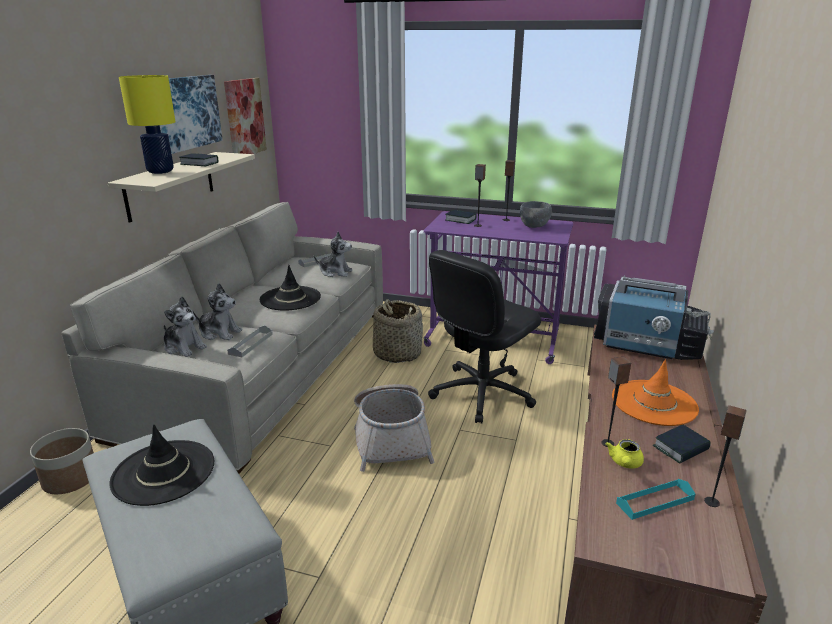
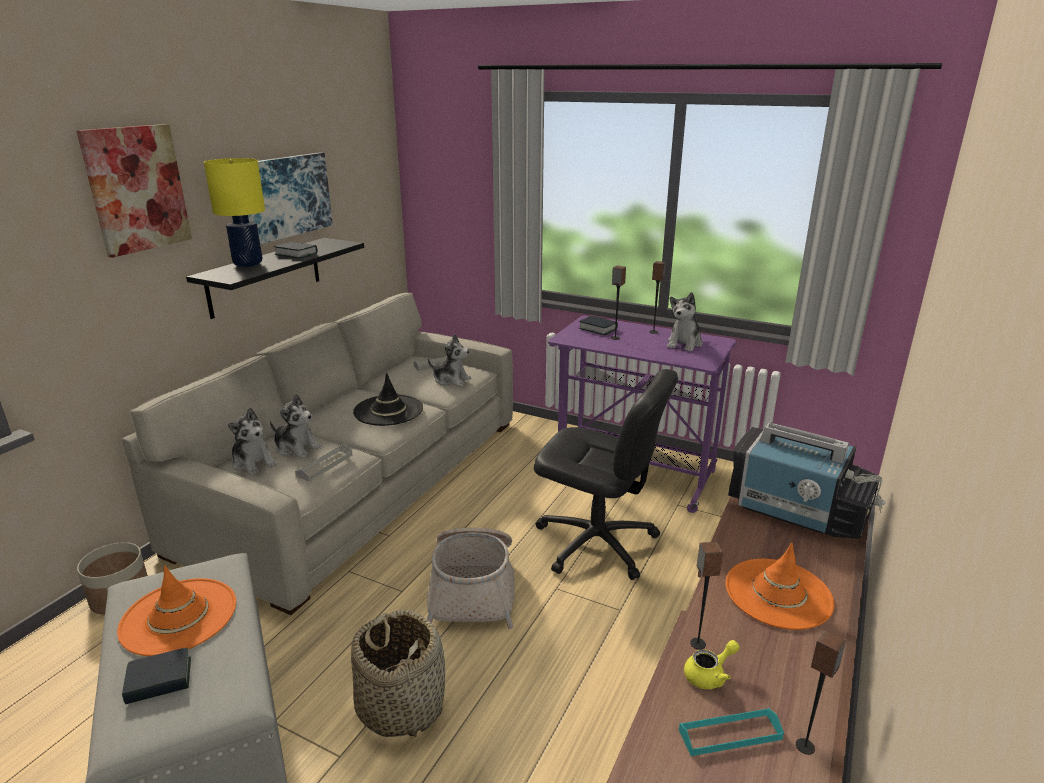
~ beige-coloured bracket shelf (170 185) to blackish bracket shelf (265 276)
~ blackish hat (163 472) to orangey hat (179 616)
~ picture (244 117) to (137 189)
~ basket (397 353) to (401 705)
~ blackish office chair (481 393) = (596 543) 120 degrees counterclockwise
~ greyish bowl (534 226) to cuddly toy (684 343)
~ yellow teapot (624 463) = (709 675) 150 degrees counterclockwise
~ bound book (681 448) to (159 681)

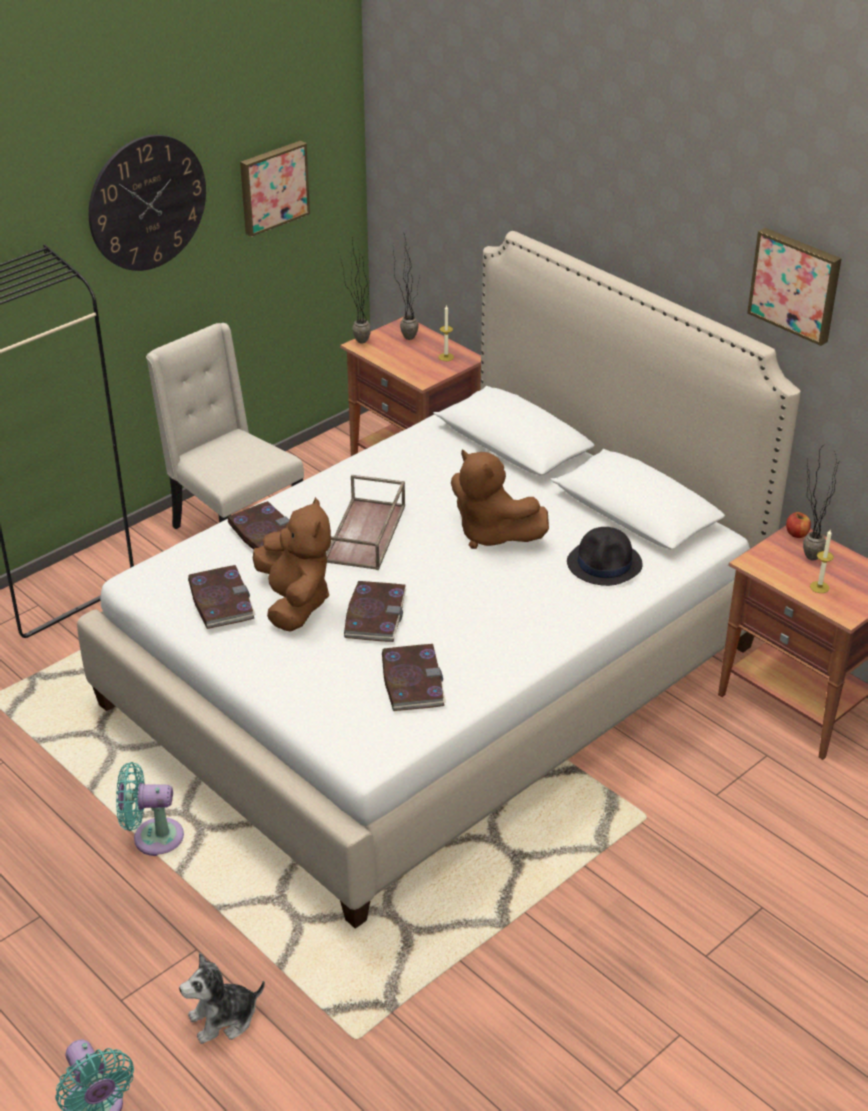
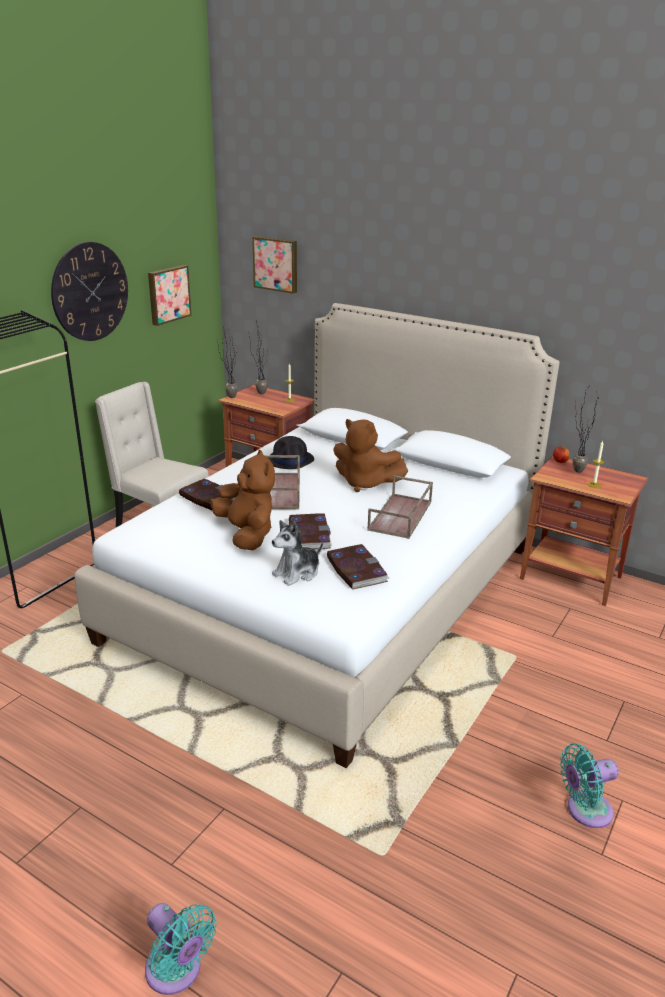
~ turquoise electric fan (152 837) to (584 810)
~ cuddly toy (223 1019) to (297 573)
- bound book (220 600)
~ blackish hat (605 564) to (290 460)
~ picture (796 284) to (276 264)
+ brown carrying tray (401 516)

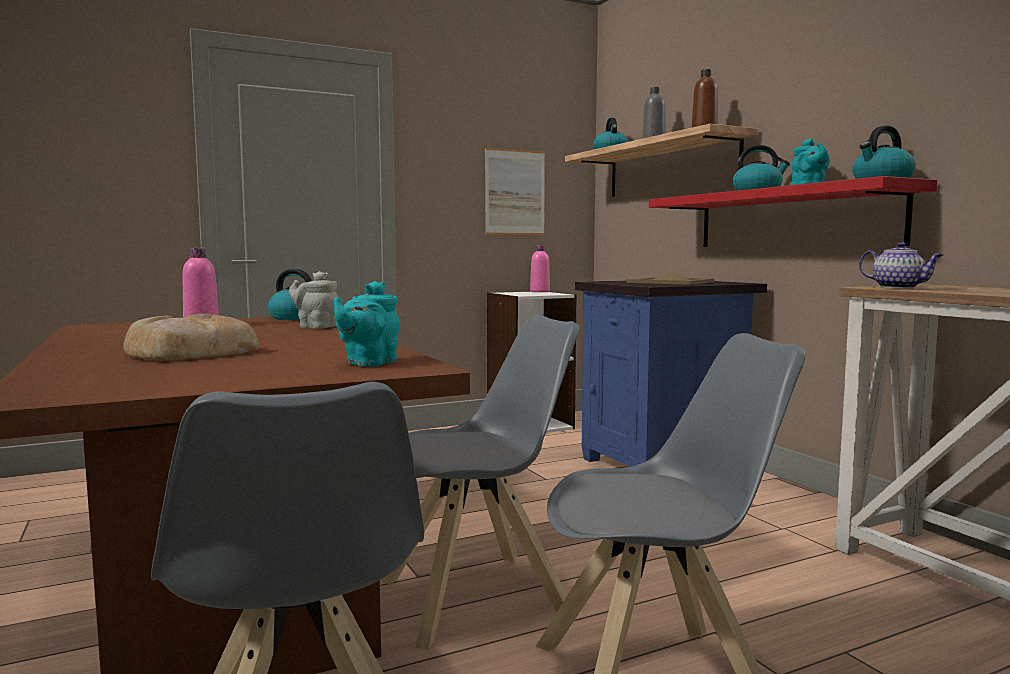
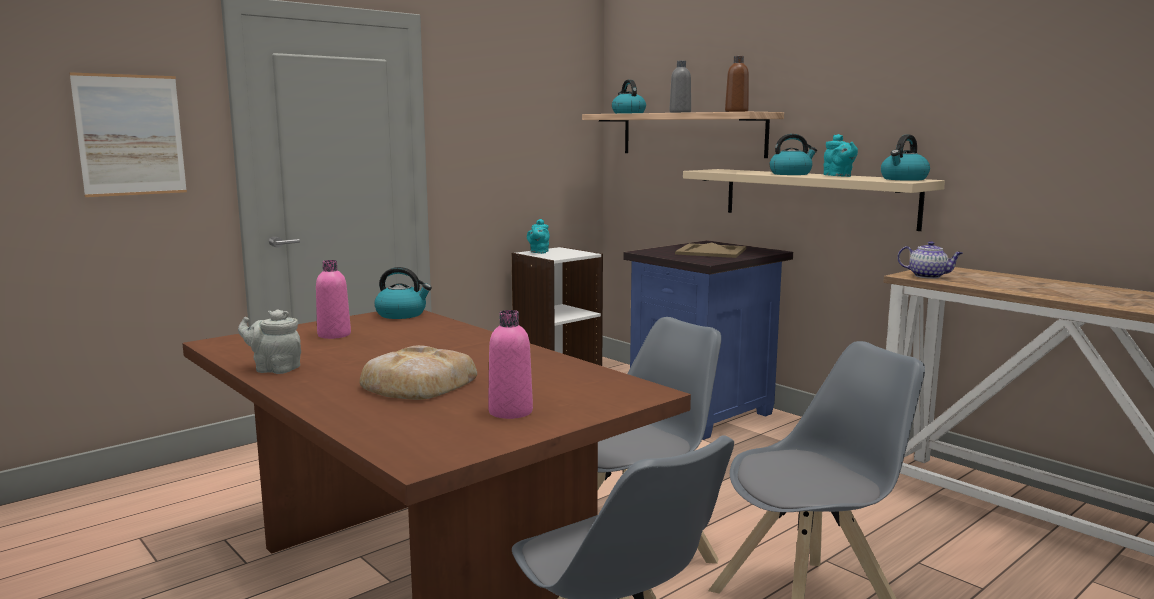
~ greyish teapot (316 326) to (274 369)
~ turquoise teapot (368 363) to (539 252)
~ picture (515 192) to (130 135)
~ pink bottle (540 291) to (510 412)
~ red bracket shelf (792 219) to beige-coloured bracket shelf (817 197)

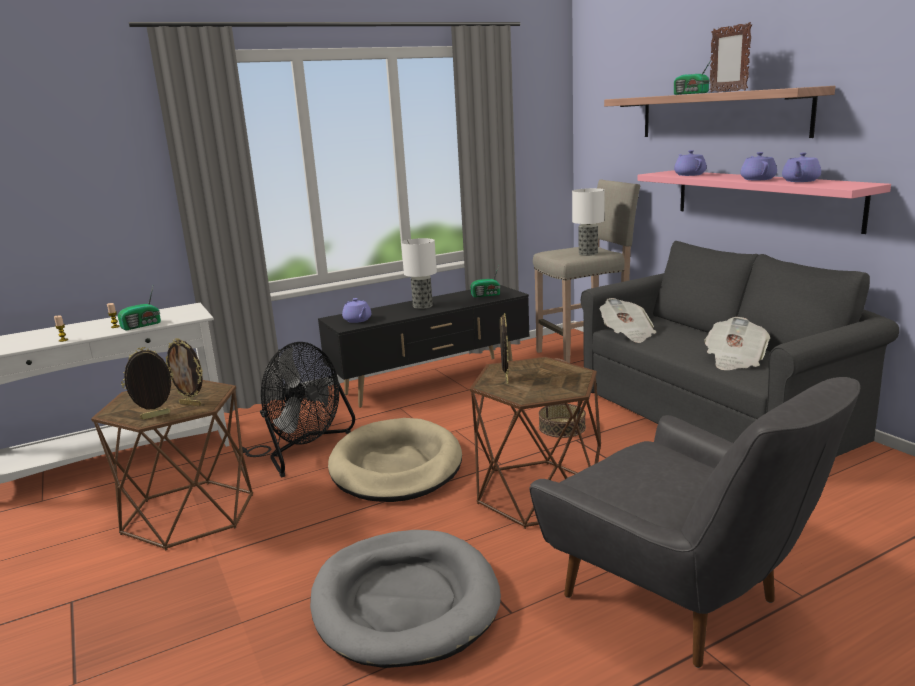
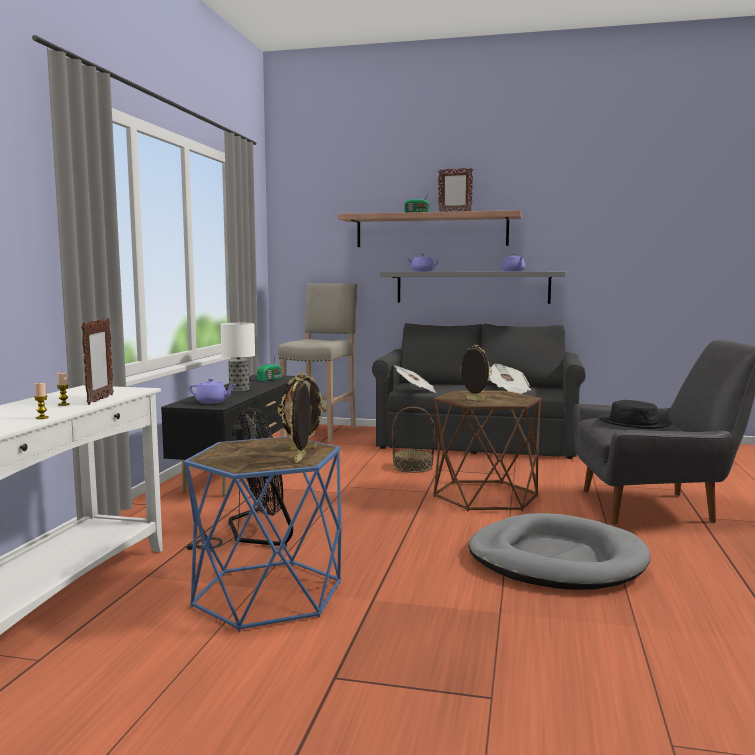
~ brown side table (189 514) to blue-coloured side table (268 594)
~ radio (142 325) to standing frame (100 400)
- beige-coloured dog bed (396 466)
- lamp for a table (588 253)
~ pink bracket shelf (763 198) to greyish bracket shelf (472 287)
- purple-coloured teapot (757 179)
+ blackish hat (633 422)

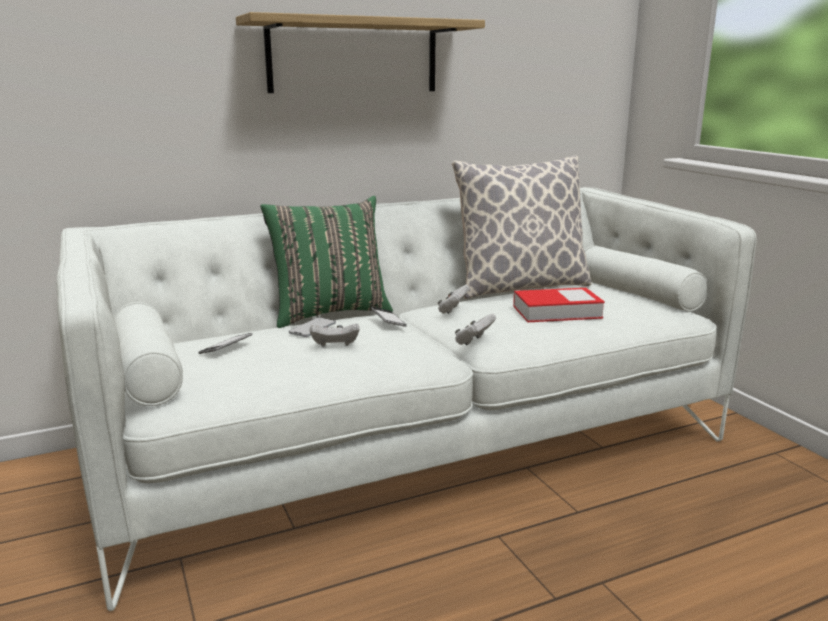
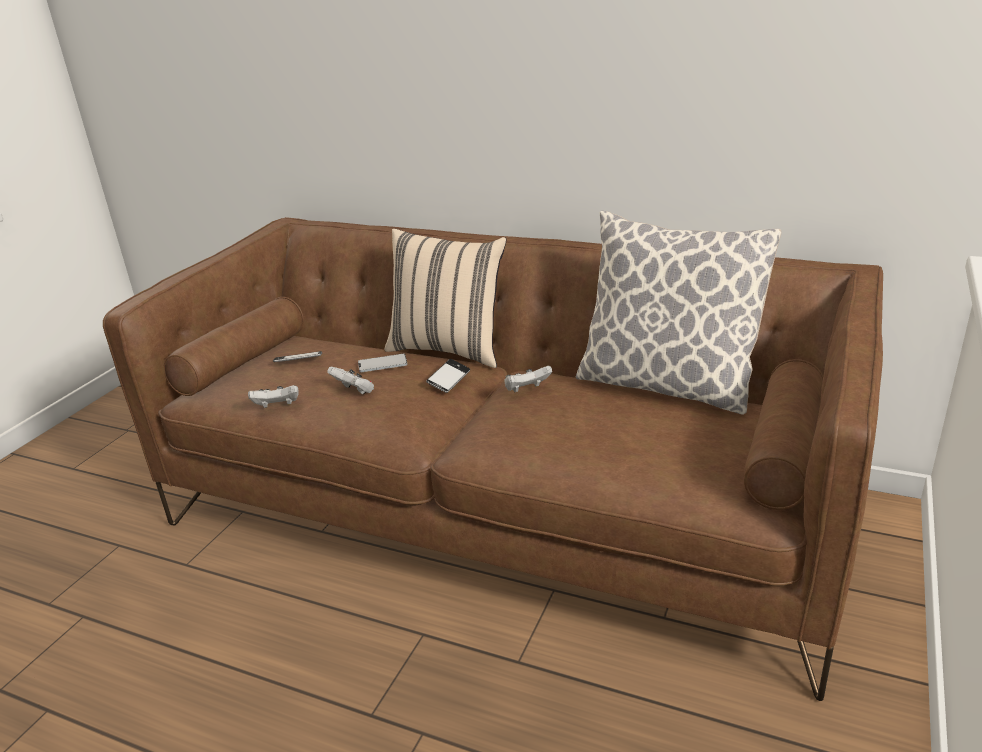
~ white sofa (413 445) to brown sofa (501 510)
- bracket shelf (353 56)
~ green cushion (329 313) to beige-coloured cushion (449 349)
~ white game controller (474 342) to (277 407)
- bound book (557 312)

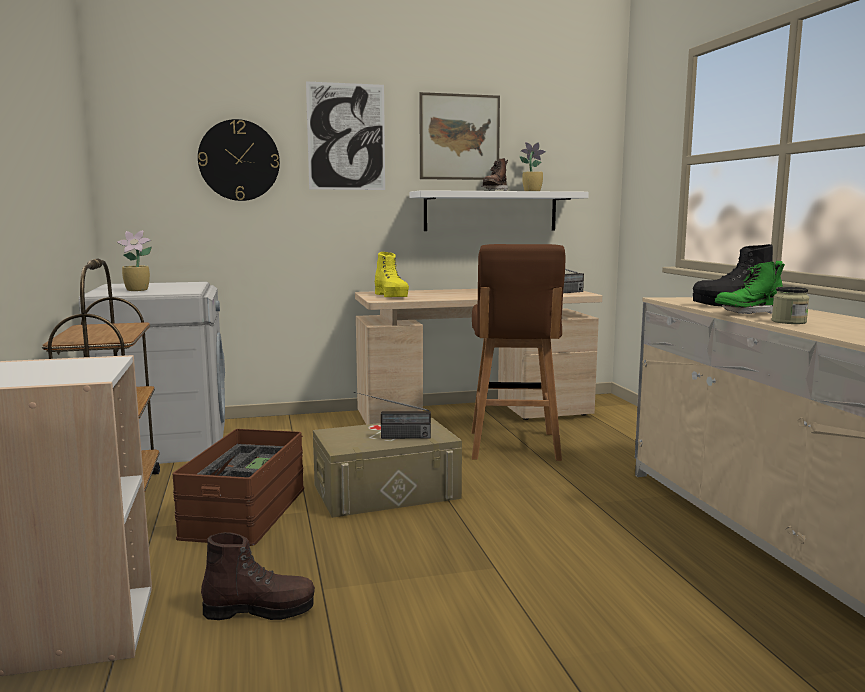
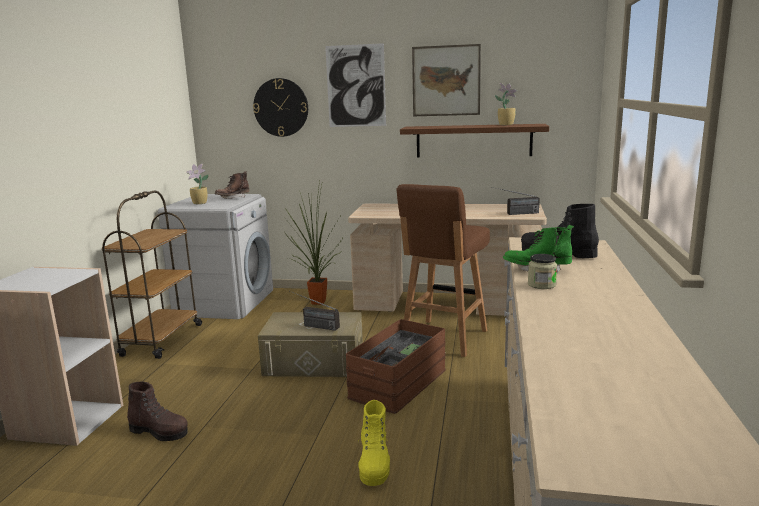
~ brown storage box (246 511) to (399 383)
~ yellow high-top boot (391 296) to (374 465)
~ white bracket shelf (490 211) to brown bracket shelf (473 141)
~ brown high-top boot (494 191) to (233 198)
+ plant in a pot (317 303)

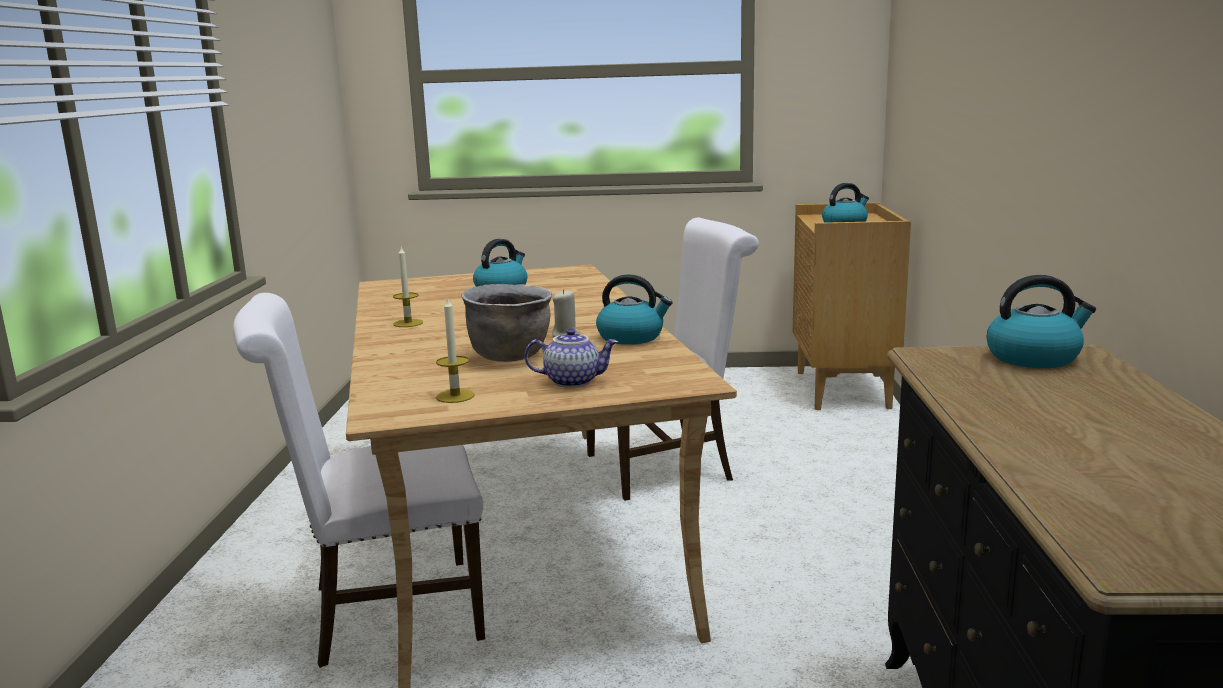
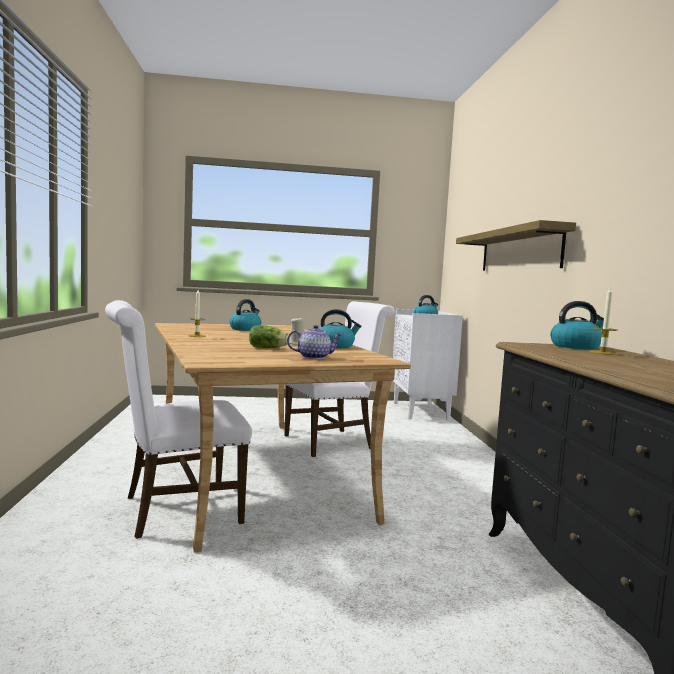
~ wax candle (455 396) to (603 353)
~ brown saucepot (510 356) to lettuce (269 348)
~ brown cupboard (842 390) to white cupboard (420 411)
+ bracket shelf (518 251)

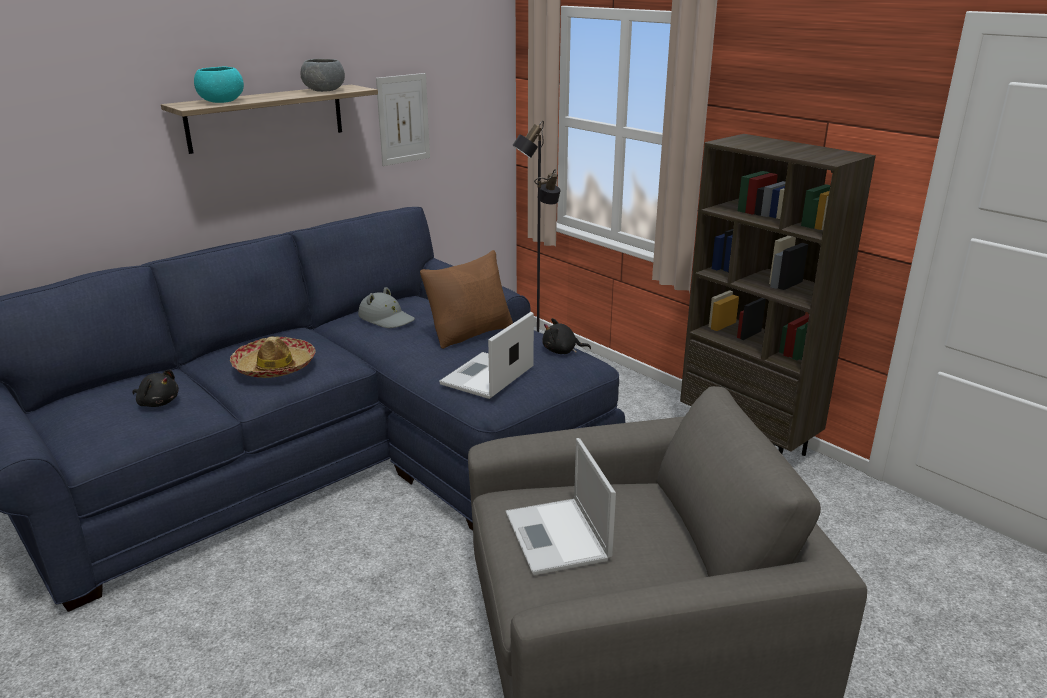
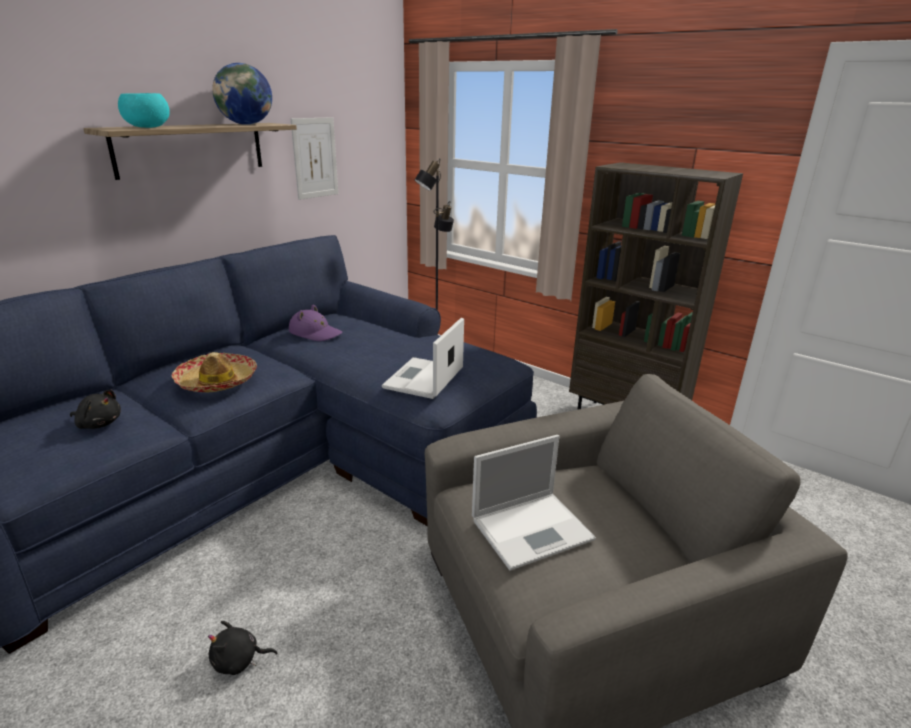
~ greyish bowl (324 91) to world globe (246 124)
~ greyish hat (386 318) to purple-coloured hat (315 333)
- brown cushion (471 333)
~ notebook computer (558 537) = (533 528) 90 degrees counterclockwise
~ blackish cuddly toy (562 351) to (239 661)

